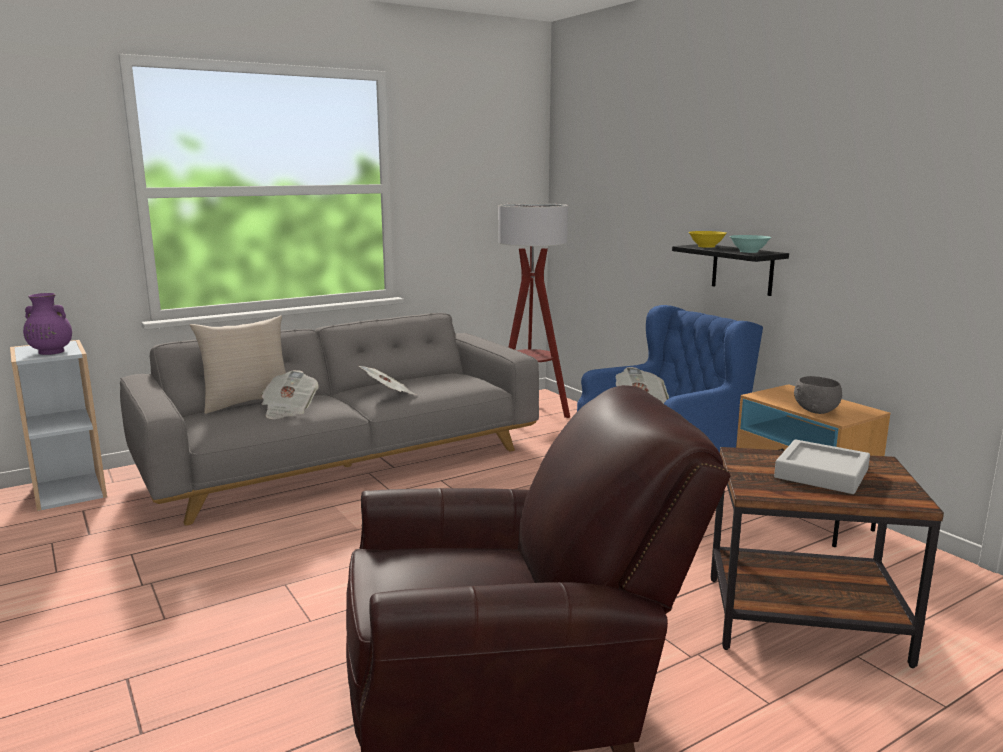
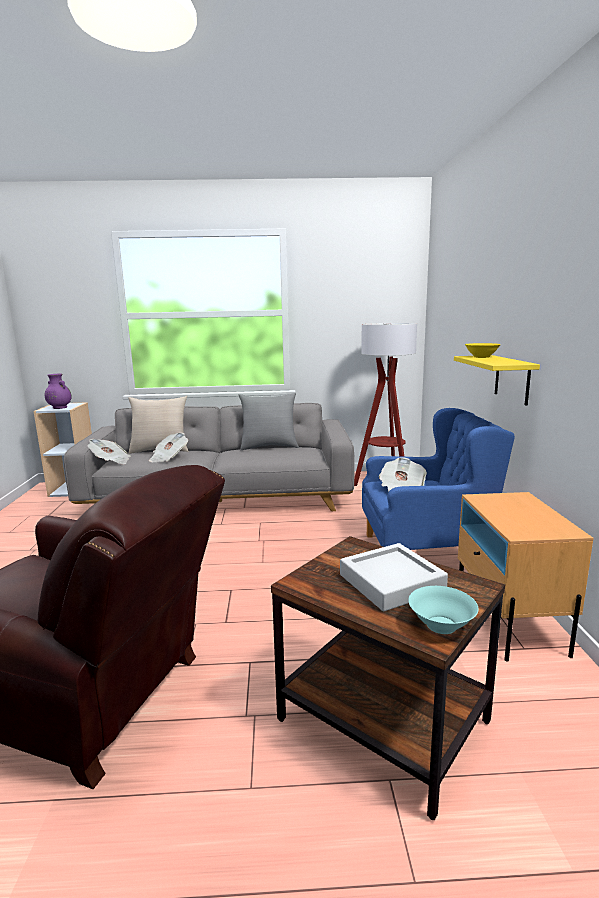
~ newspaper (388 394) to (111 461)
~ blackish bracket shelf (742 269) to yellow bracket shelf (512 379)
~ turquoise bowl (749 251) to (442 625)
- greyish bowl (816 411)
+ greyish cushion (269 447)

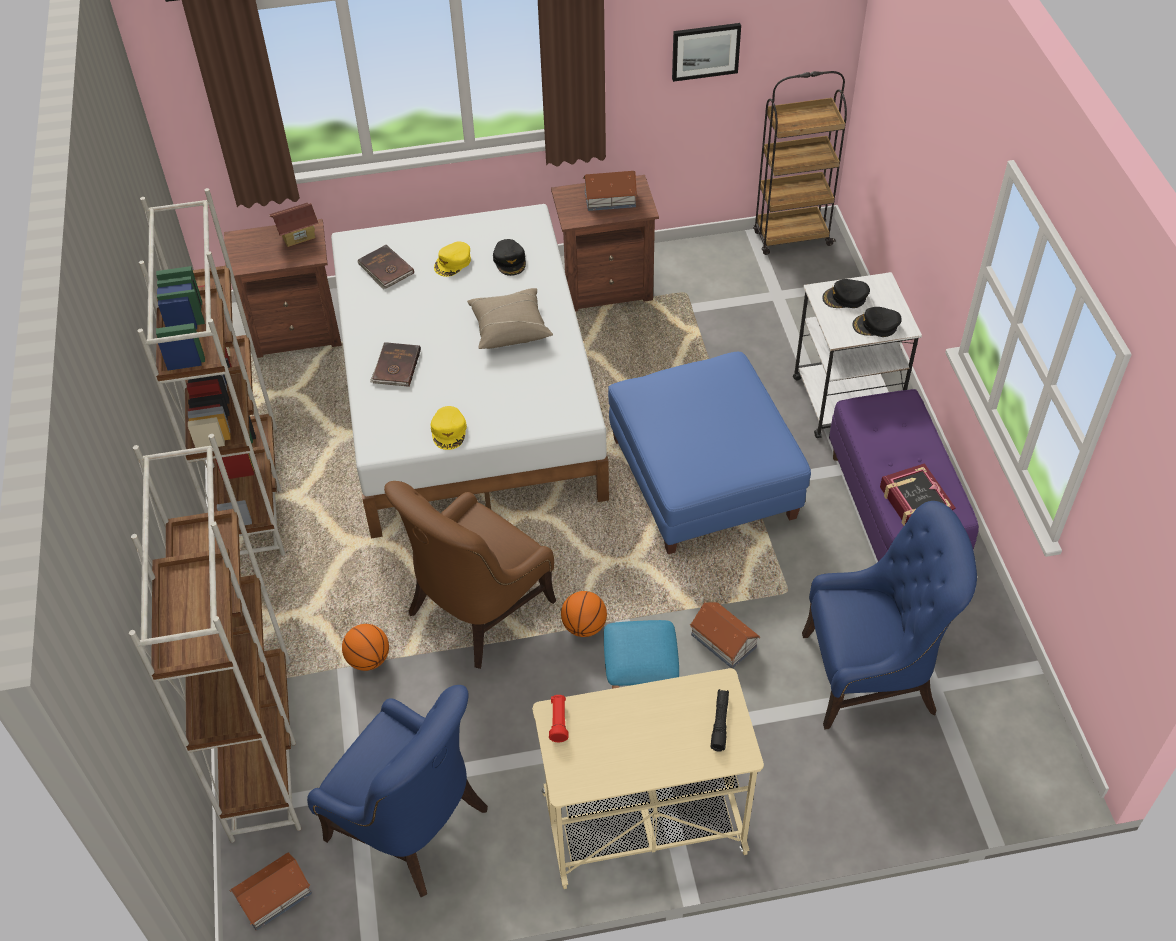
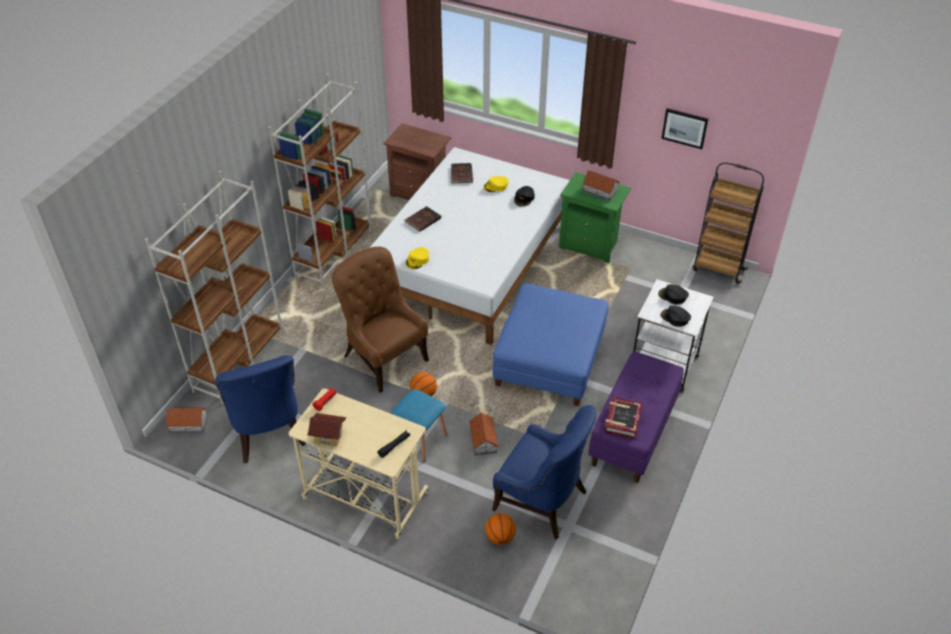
~ miniature house (297 235) to (328 436)
~ basketball ball (368 659) to (500 537)
~ brown upright chair (478 608) = (384 358) 60 degrees clockwise
- beige-coloured cushion (509 328)
~ brown nightstand (606 287) to green nightstand (590 245)

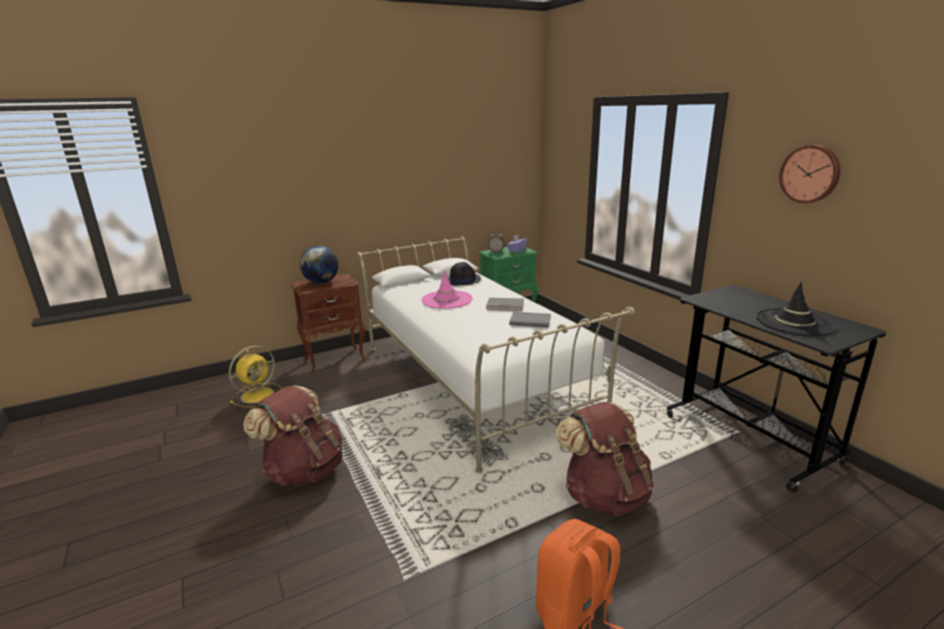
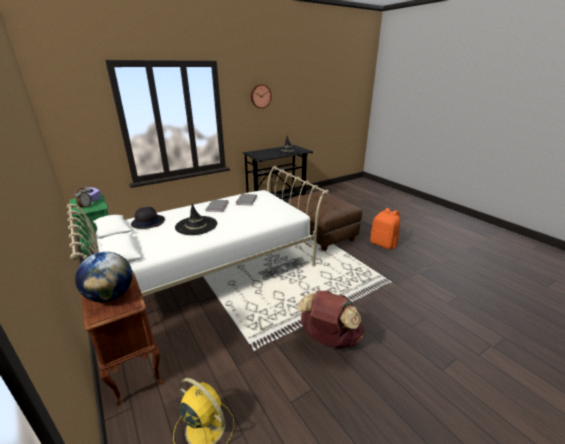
~ pink hat (447 300) to blackish hat (196 225)
~ brown rucksack (604 495) to brown pouffe (321 235)

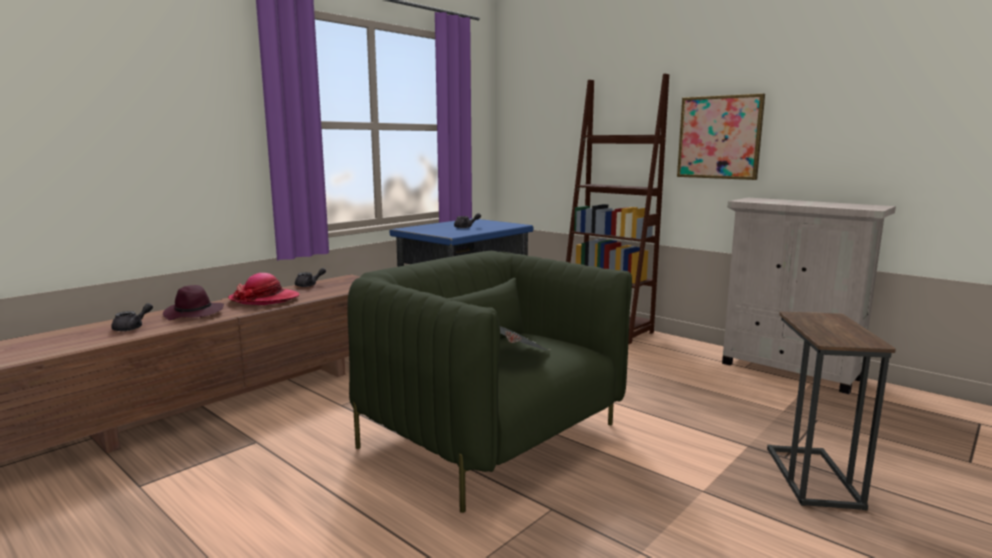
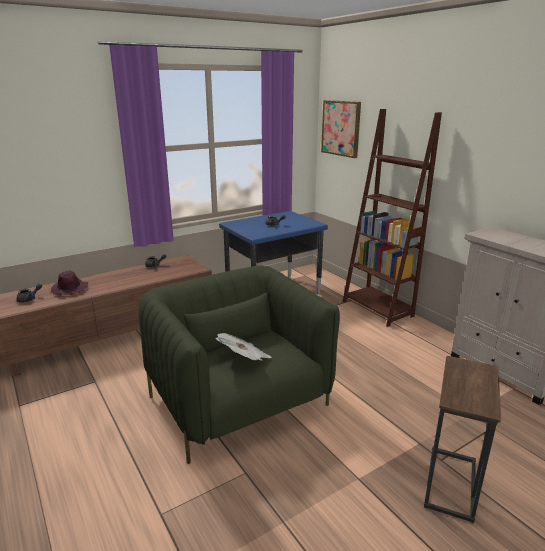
- hat (264 299)
~ picture (719 137) to (341 128)

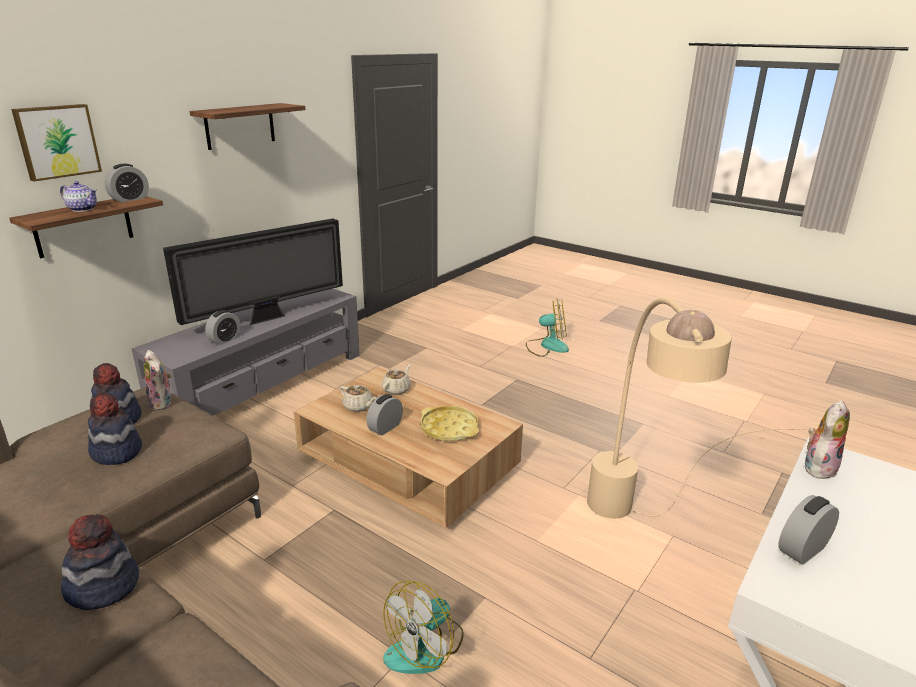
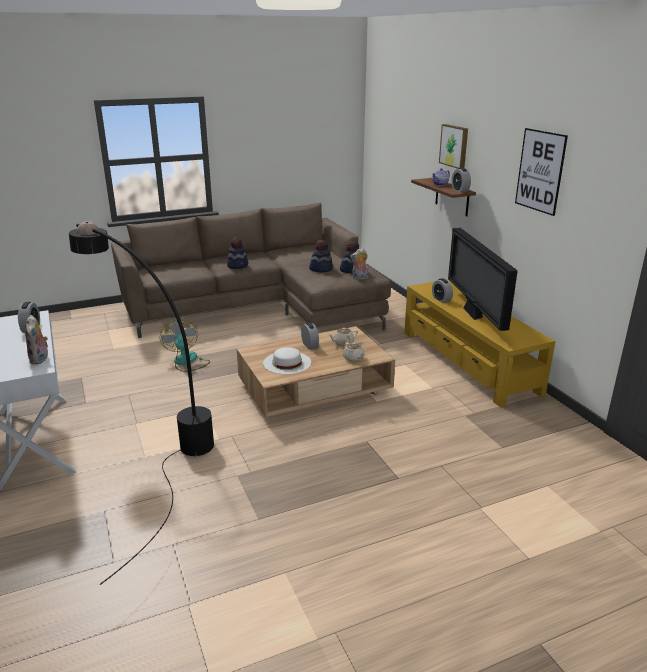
~ greyish media console (263 384) to yellow media console (467 361)
~ bracket shelf (240 126) to picture (540 171)
~ yellow carrying tray (449 428) to white hat (287 362)
- electric fan (547 346)
~ beige-coloured standing lamp (644 543) to blackish standing lamp (155 442)

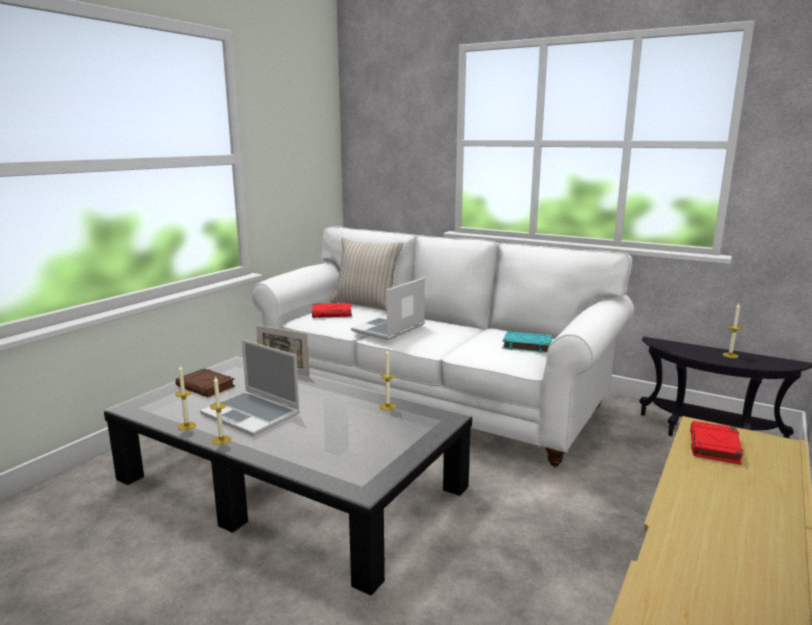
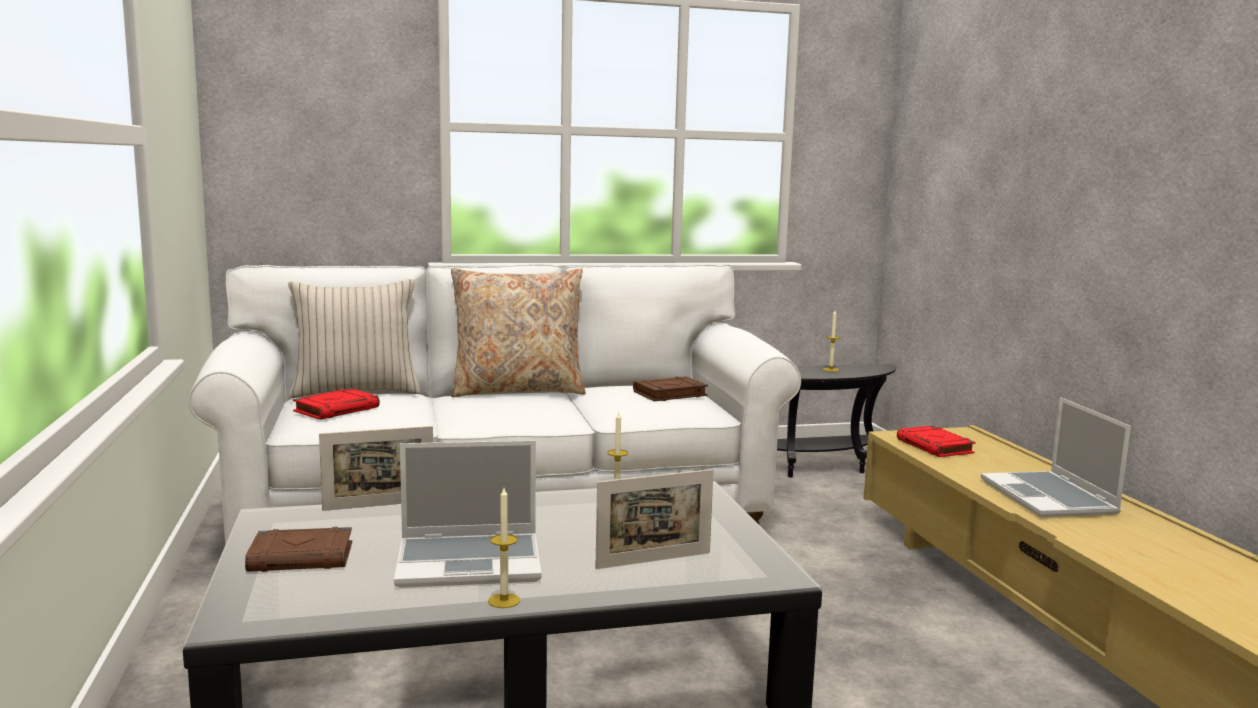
- wax candle (187 426)
~ notebook computer (389 329) to (1050 498)
~ turquoise bound book (526 345) to brown bound book (669 394)
+ beige-coloured cushion (518 390)
+ standing frame (654 560)

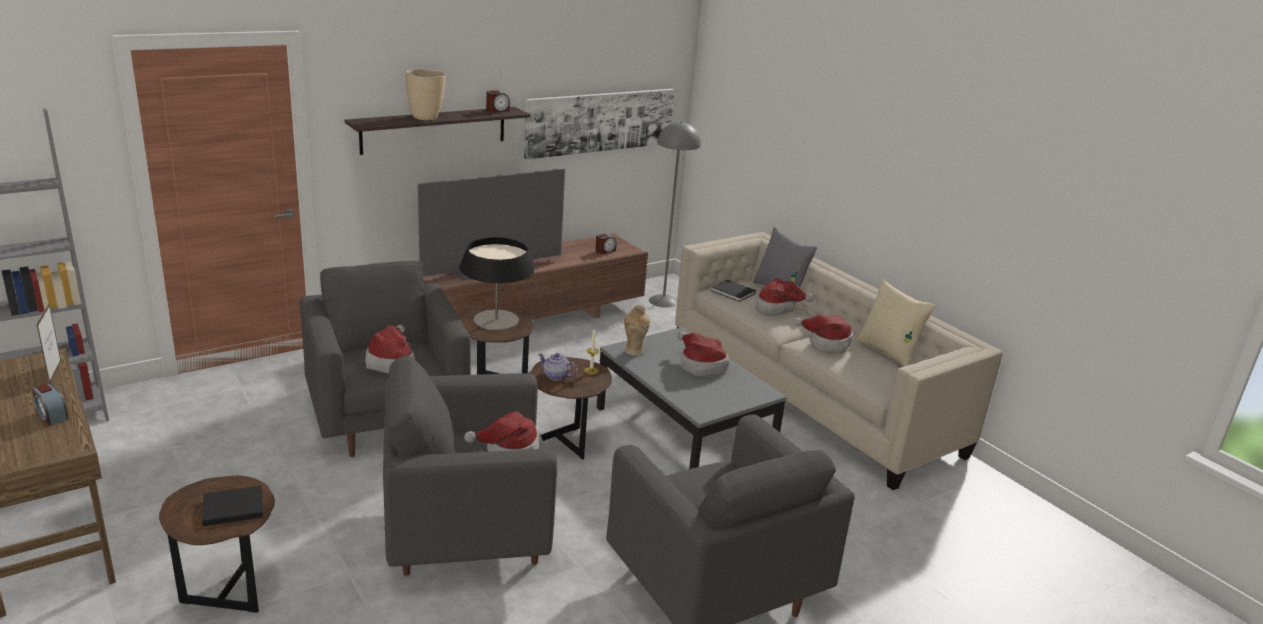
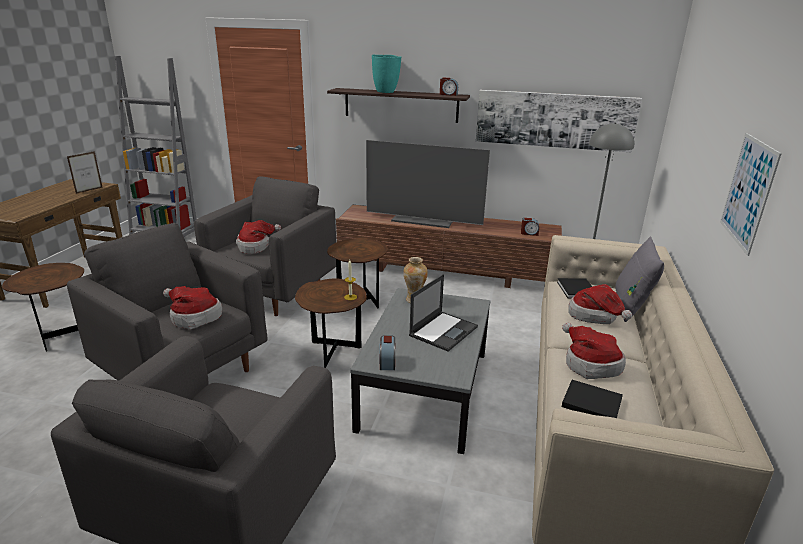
~ table clock (51 416) to (387 362)
~ blackish bound book (231 508) to (590 402)
~ beige-coloured vase (426 117) to turquoise vase (386 92)
- lamp for a table (496 320)
- teapot (556 376)
~ hat (700 365) to notebook computer (444 331)
- beige-coloured cushion (887 352)
+ picture (747 191)

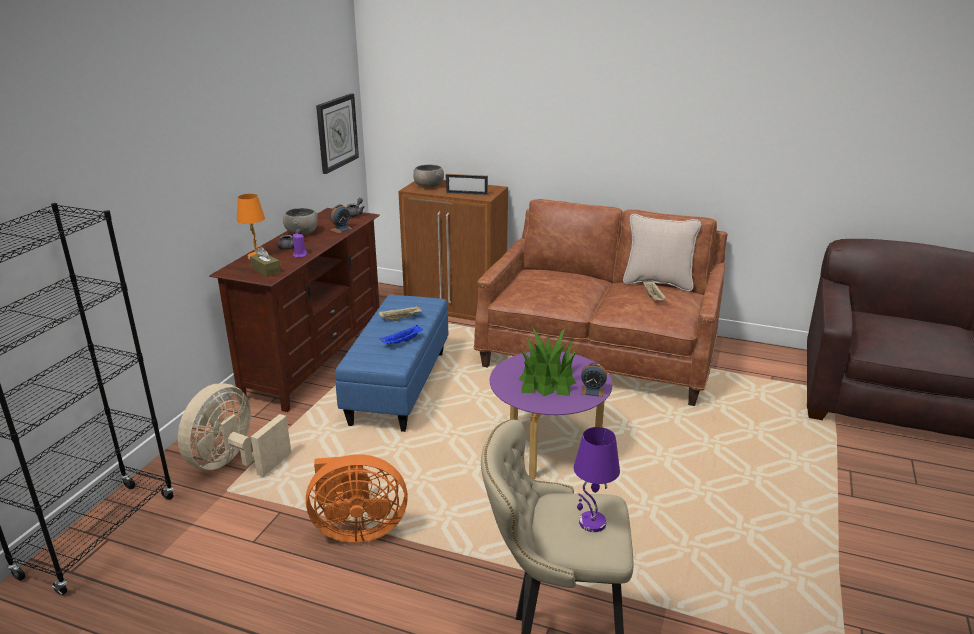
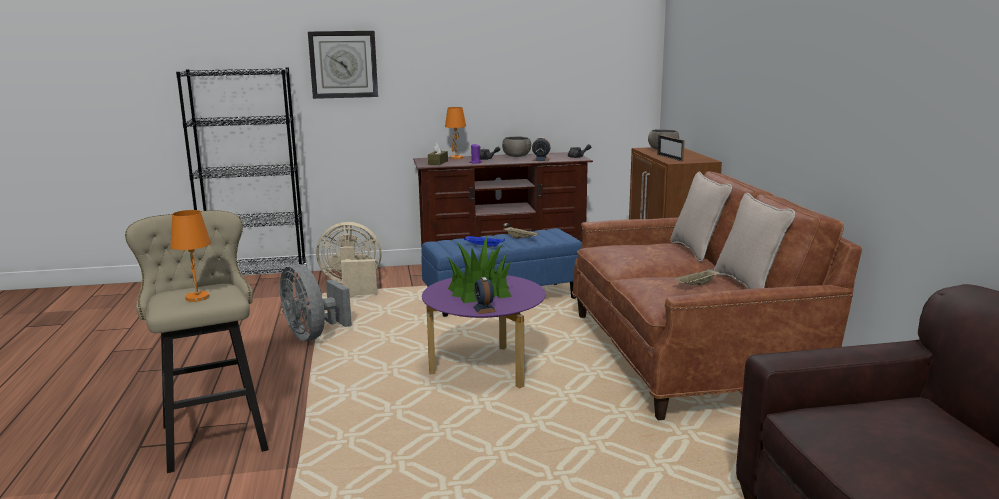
~ orangey electric fan (357 529) to greyish electric fan (313 335)
~ wall clock (336 132) to (343 64)
~ purple-coloured lamp for a table (591 523) to orangey lamp for a table (197 297)
+ beige-coloured cushion (696 250)

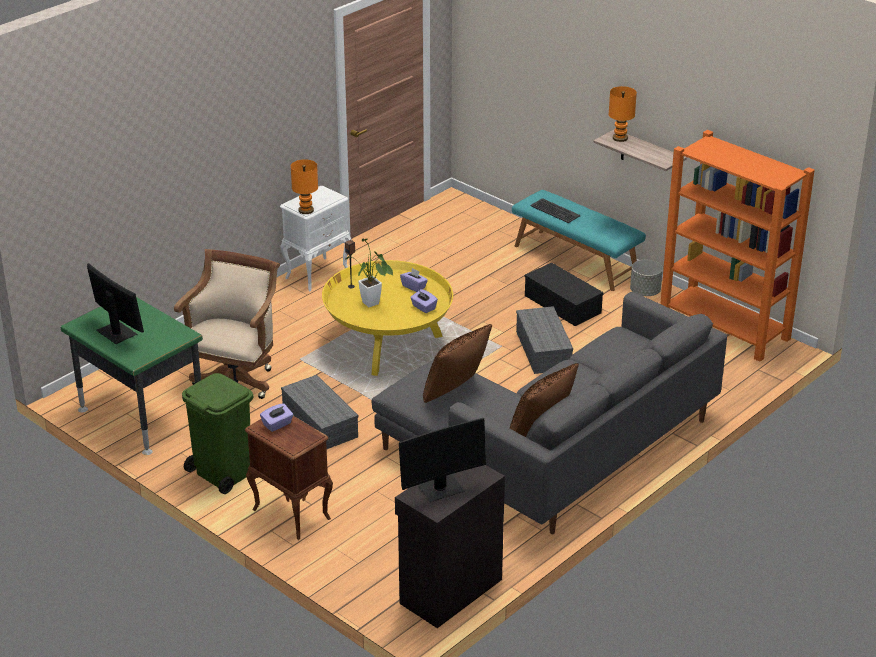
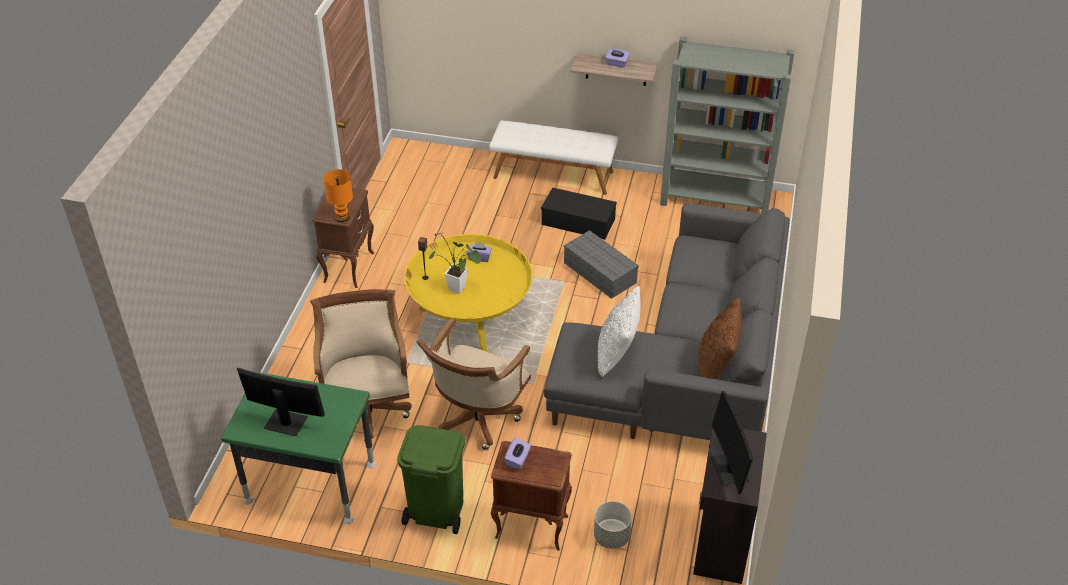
~ white nightstand (317 274) to brown nightstand (349 267)
~ greyish storage box (318 423) to office chair (477 421)
~ monitor (440 488) = (729 469) 135 degrees clockwise
~ purple-coloured box of tissues (423 307) to (617 63)
~ brown cushion (455 393) to white cushion (616 356)
~ turquoise indoor bench (576 260) to white indoor bench (553 174)
- PC keyboard (554 211)
- orangey lamp for a table (620 138)
~ greyish flower pot (645 292) to (611 536)
~ orangey bookcase (724 327) to greyish bookcase (716 198)

